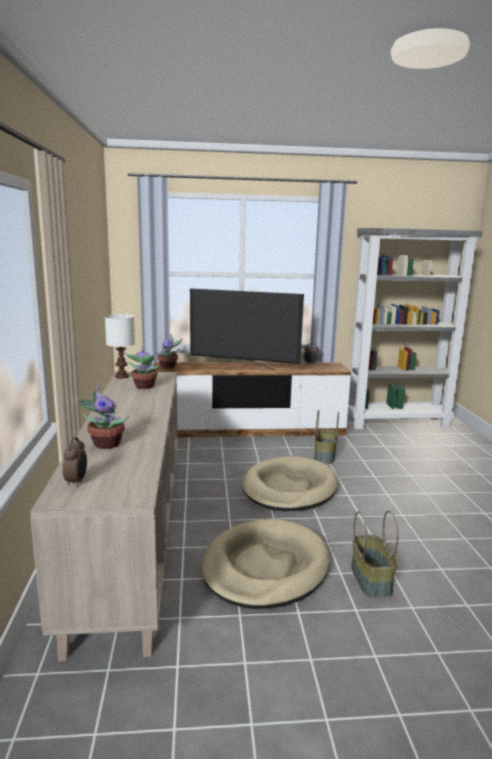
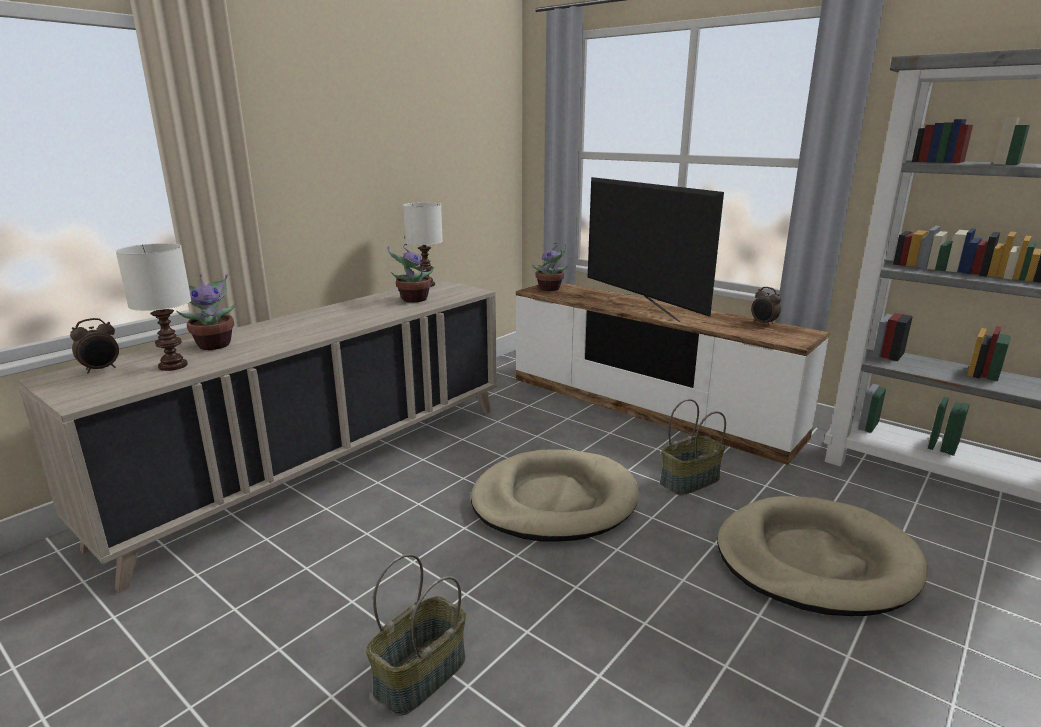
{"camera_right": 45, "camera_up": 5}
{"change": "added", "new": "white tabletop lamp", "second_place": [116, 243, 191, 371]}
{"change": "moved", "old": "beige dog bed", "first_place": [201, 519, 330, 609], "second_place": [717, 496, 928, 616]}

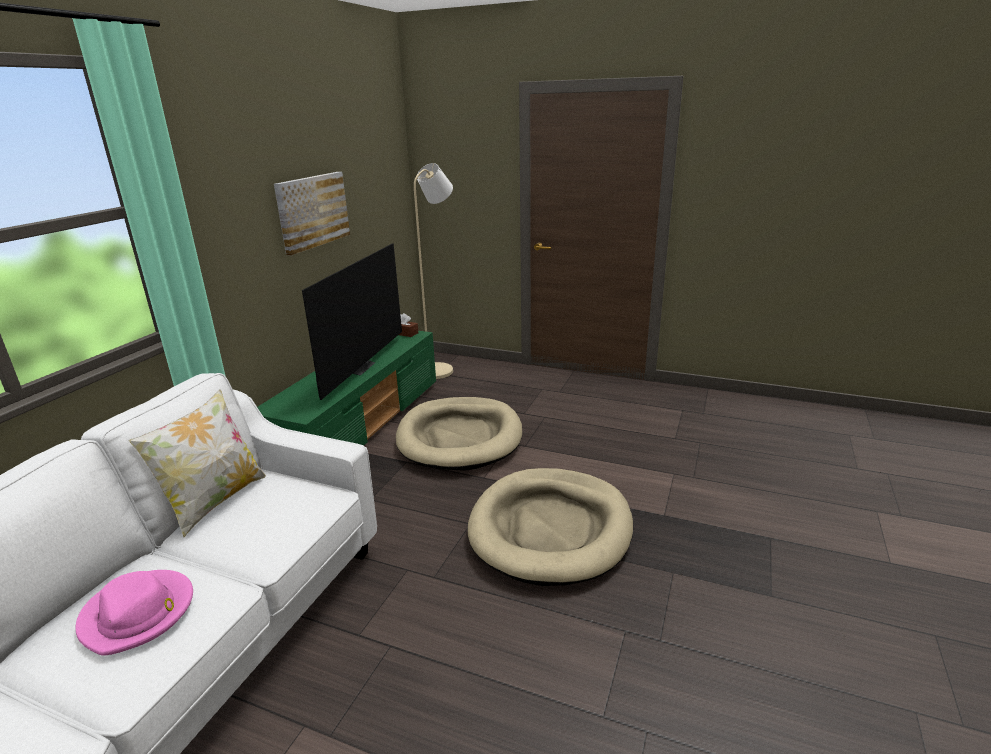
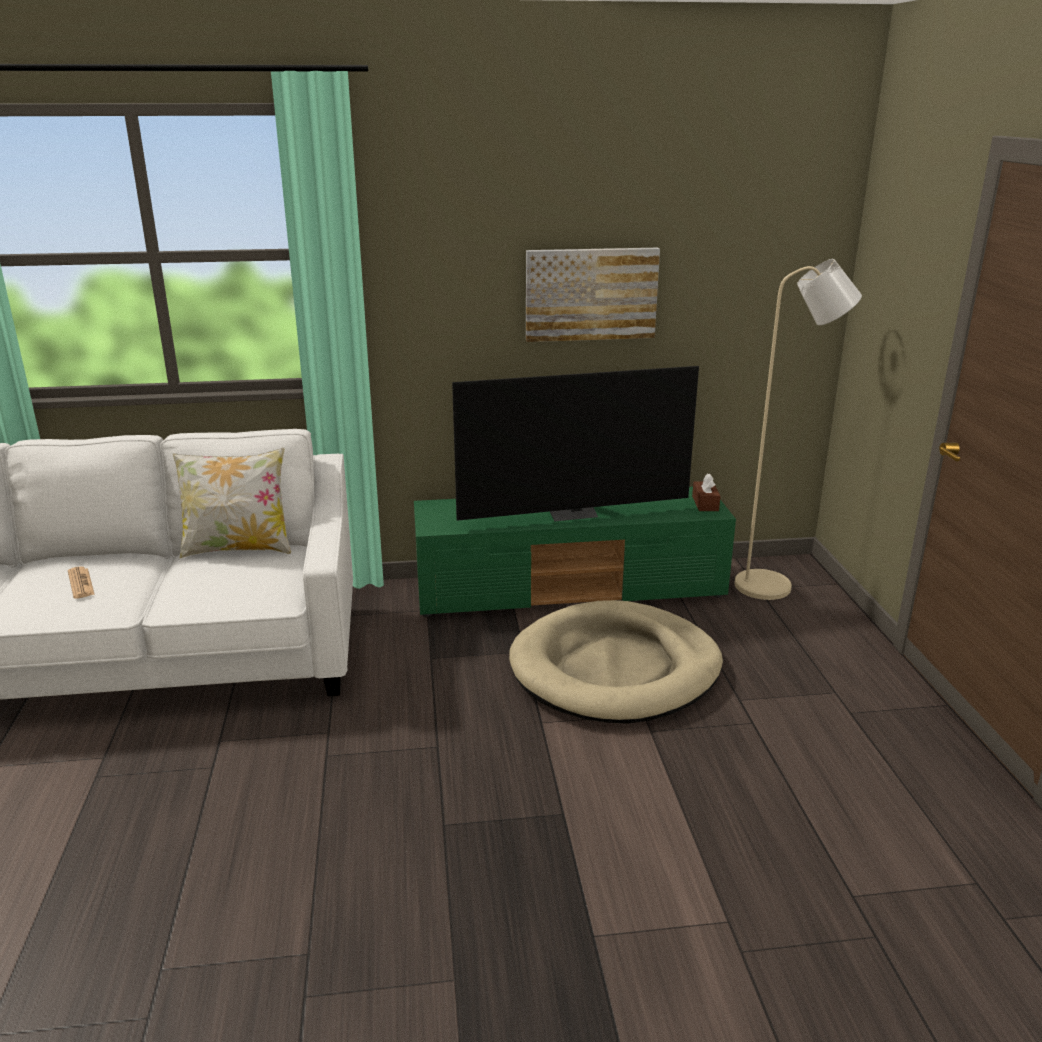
{"camera_right": 60, "camera_up": 0}
{"change": "replaced", "old": "pink-coloured hat", "new": "daily paper", "first_place": [75, 570, 193, 656], "second_place": [68, 566, 95, 599]}
{"change": "removed", "old": "beige dog bed", "first_place": [468, 468, 633, 586]}

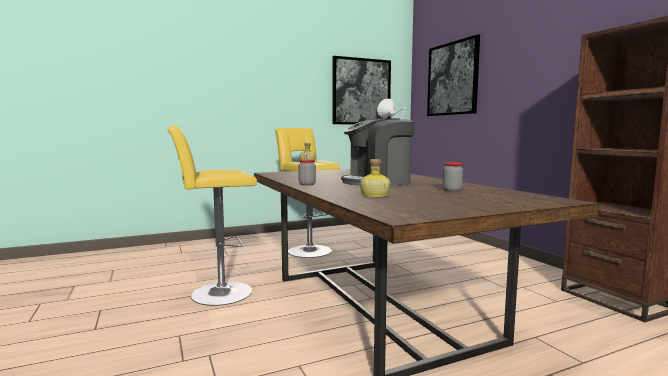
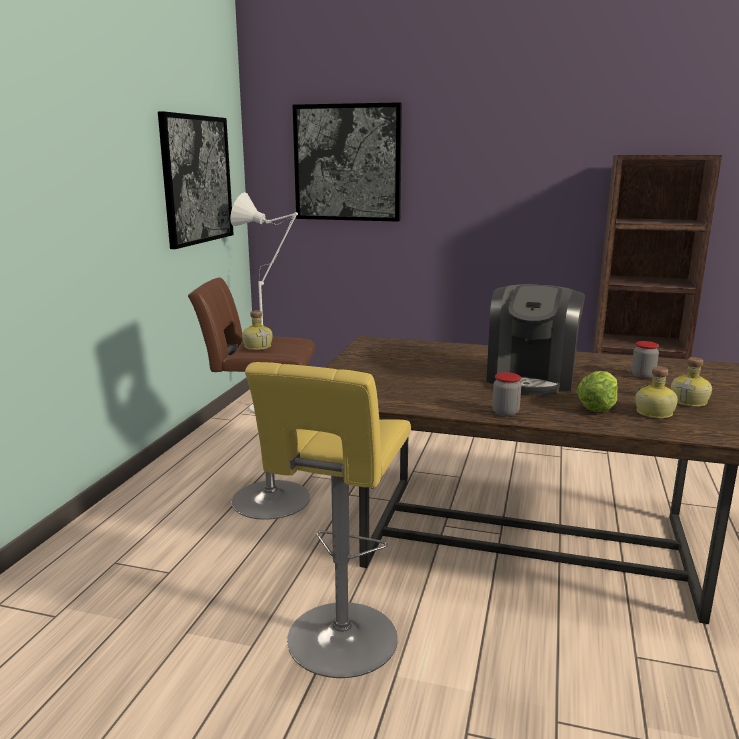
{"camera_right": -50, "camera_up": 10}
{"change": "recoloured", "old": "yellowish stool seat", "new": "brown-coloured stool seat", "first_place": [275, 128, 340, 258], "second_place": [188, 277, 315, 520]}
{"change": "added", "new": "lettuce head", "second_place": [576, 371, 618, 412]}
{"change": "added", "new": "bottle", "second_place": [671, 357, 712, 407]}

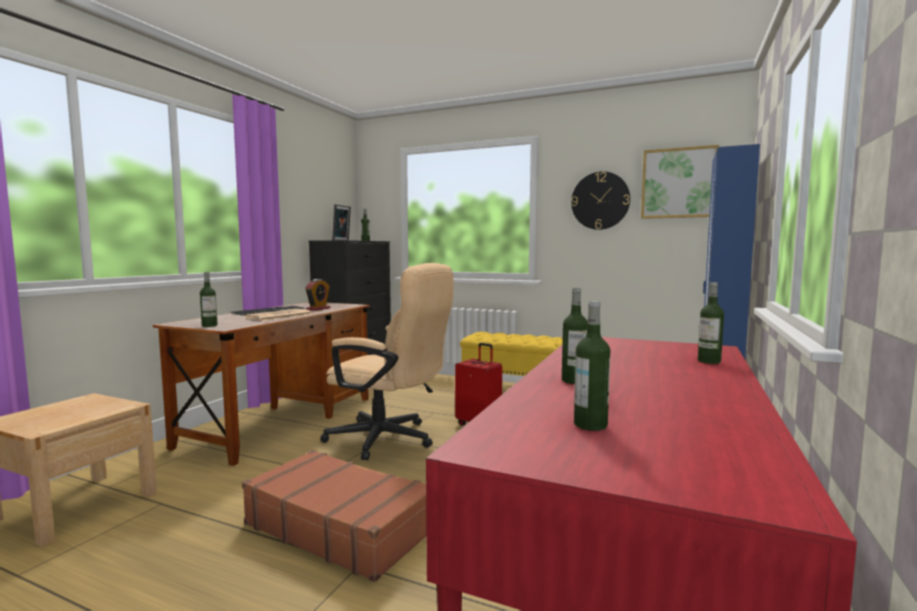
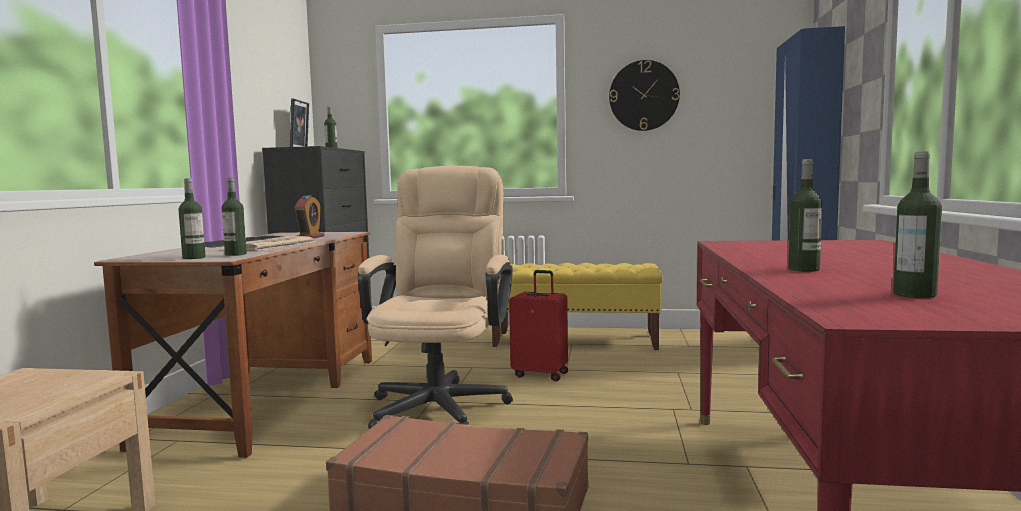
{"camera_right": -15, "camera_up": 0}
{"change": "moved", "old": "bottle", "first_place": [698, 282, 724, 364], "second_place": [222, 178, 247, 256]}
{"change": "turned", "old": "beige office chair", "first_place": [320, 263, 454, 460], "second_place": [357, 166, 513, 429], "degrees": -90}
{"change": "removed", "old": "wall picture", "first_place": [641, 145, 719, 219]}

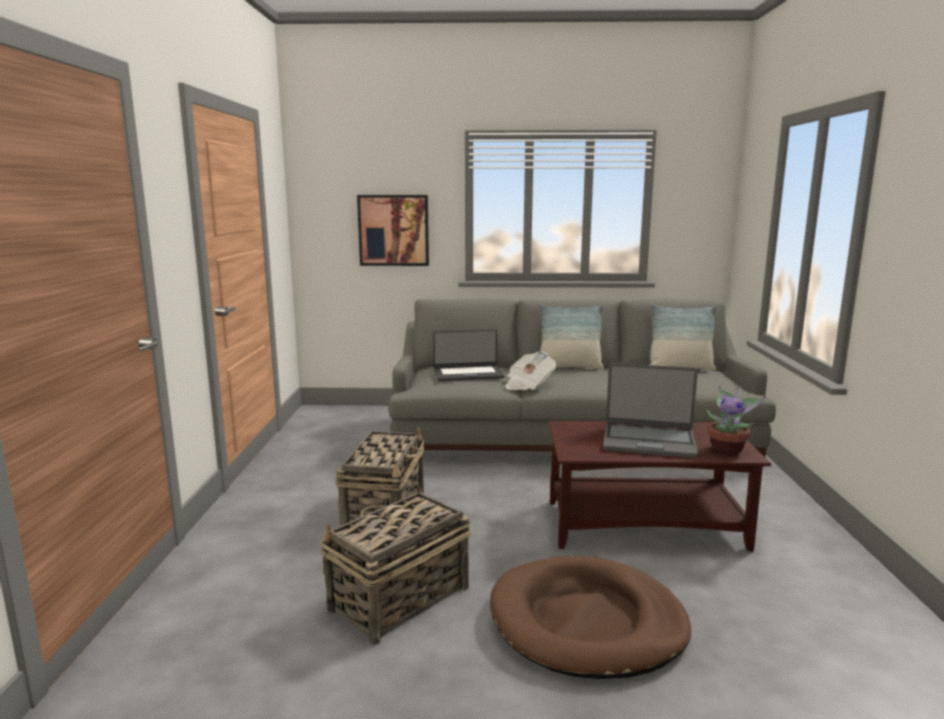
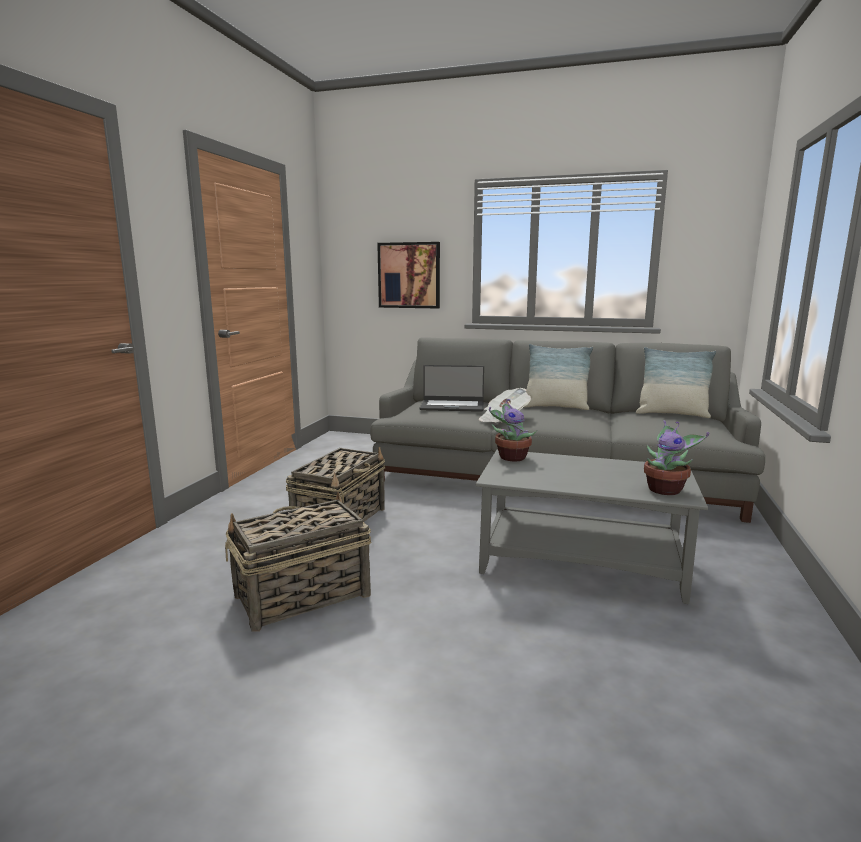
{"camera_right": 15, "camera_up": 0}
{"change": "recoloured", "old": "brown-coloured coffee table", "new": "grey coffee table", "first_place": [548, 421, 771, 552], "second_place": [476, 449, 708, 604]}
{"change": "added", "new": "plant in a pot", "second_place": [489, 399, 537, 462]}
{"change": "removed", "old": "brown-coloured dog bed", "first_place": [490, 556, 691, 679]}
{"change": "removed", "old": "laptop", "first_place": [603, 363, 698, 458]}

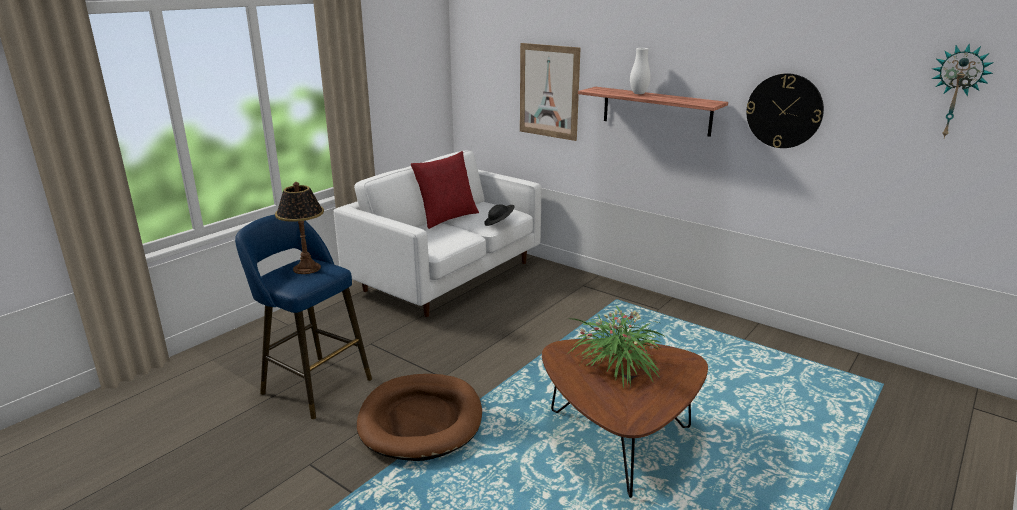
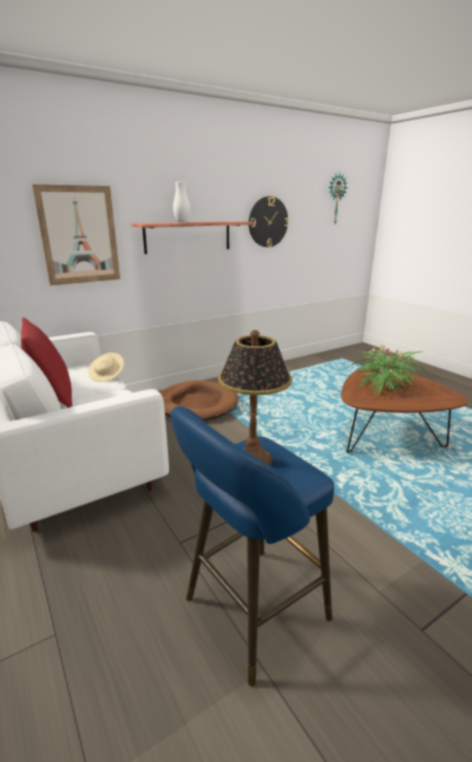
{"camera_right": -70, "camera_up": 0}
{"change": "recoloured", "old": "black hat", "new": "beige hat", "first_place": [484, 205, 515, 226], "second_place": [88, 353, 124, 382]}
{"change": "moved", "old": "brown-coloured dog bed", "first_place": [357, 374, 482, 461], "second_place": [159, 380, 238, 421]}

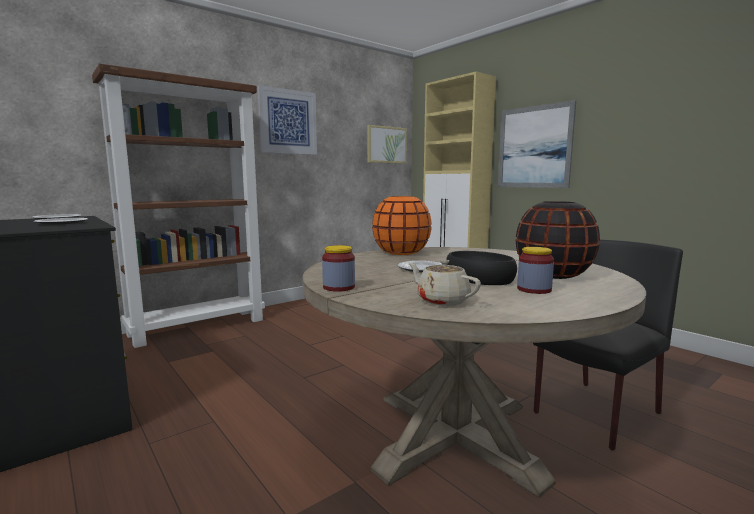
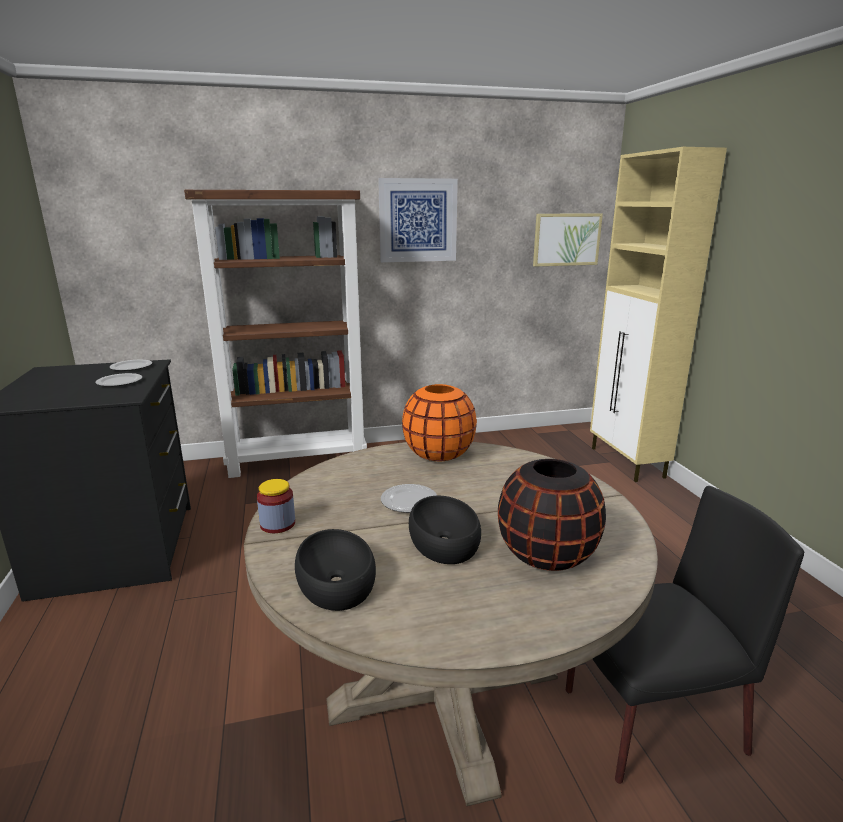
{"camera_right": 25, "camera_up": 10}
{"change": "replaced", "old": "beige pot for tea", "new": "black serving bowl", "first_place": [408, 260, 481, 306], "second_place": [295, 529, 376, 611]}
{"change": "removed", "old": "wall picture", "first_place": [498, 100, 576, 188]}
{"change": "removed", "old": "storage jar", "first_place": [517, 247, 554, 294]}

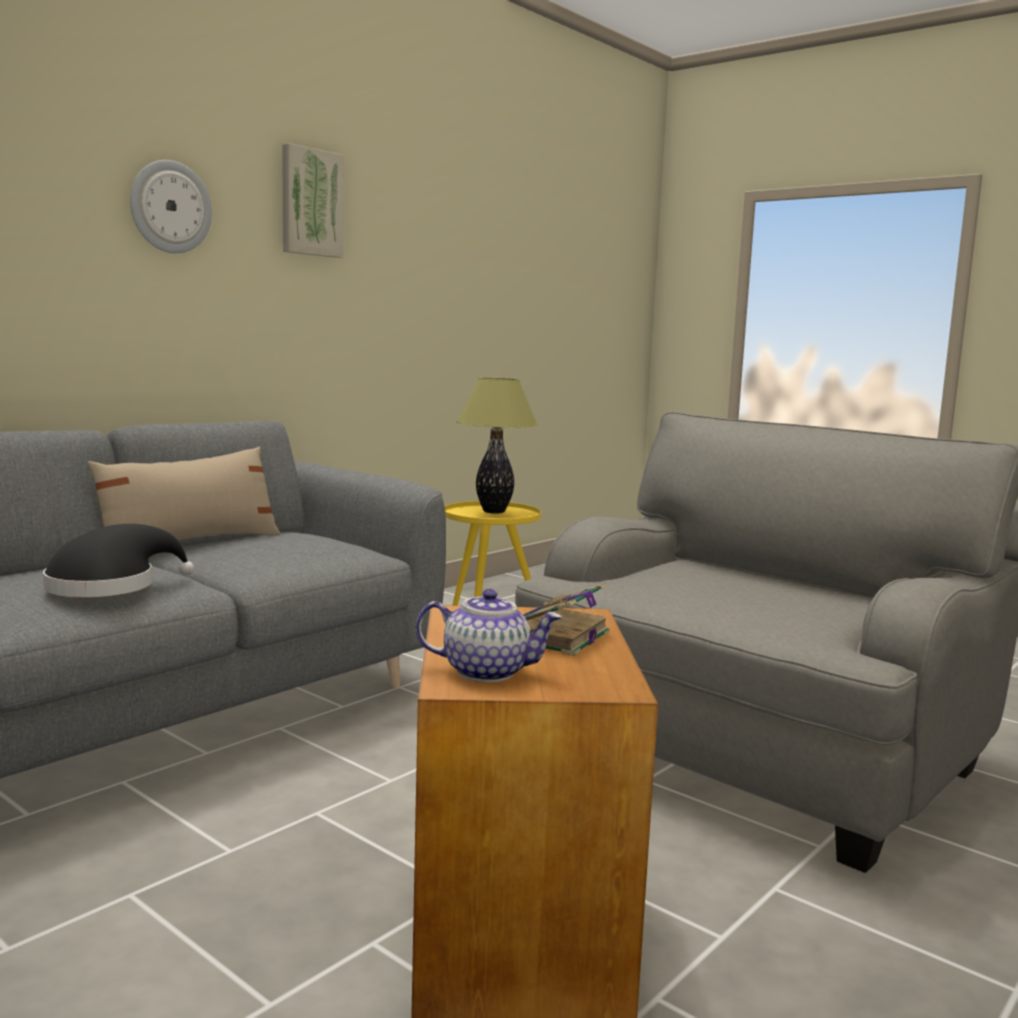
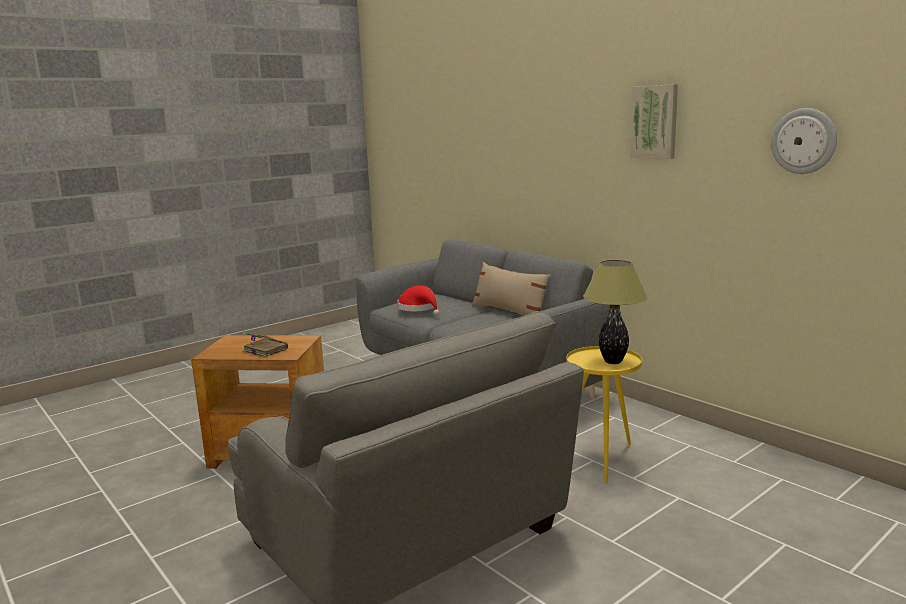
{"camera_right": 100, "camera_up": 5}
{"change": "recoloured", "old": "black hat", "new": "red hat", "first_place": [43, 524, 194, 597], "second_place": [398, 285, 440, 316]}
{"change": "moved", "old": "clock on the wall", "first_place": [130, 160, 212, 253], "second_place": [771, 108, 837, 174]}
{"change": "removed", "old": "pot for tea", "first_place": [416, 589, 562, 682]}

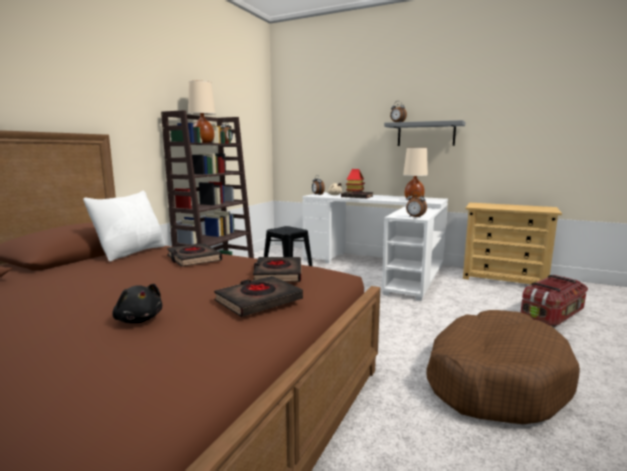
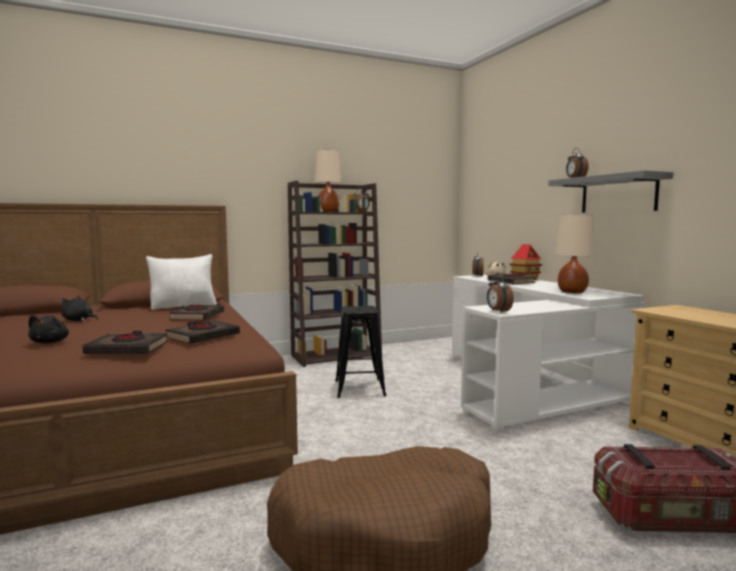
{"camera_right": 40, "camera_up": -5}
{"change": "added", "new": "black soft toy", "second_place": [61, 295, 98, 321]}

